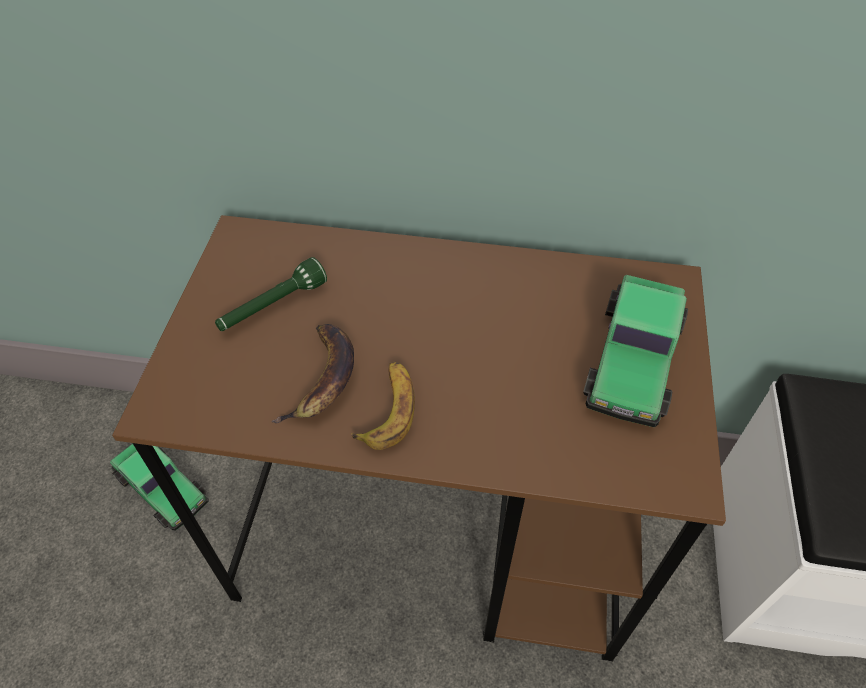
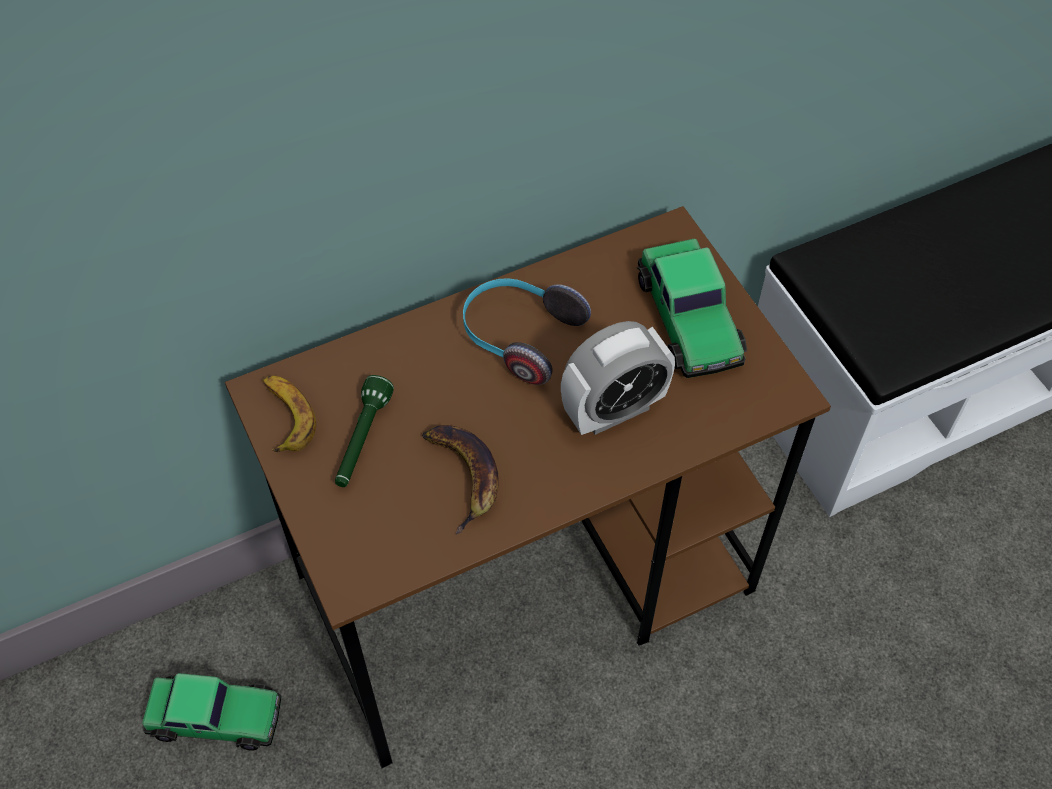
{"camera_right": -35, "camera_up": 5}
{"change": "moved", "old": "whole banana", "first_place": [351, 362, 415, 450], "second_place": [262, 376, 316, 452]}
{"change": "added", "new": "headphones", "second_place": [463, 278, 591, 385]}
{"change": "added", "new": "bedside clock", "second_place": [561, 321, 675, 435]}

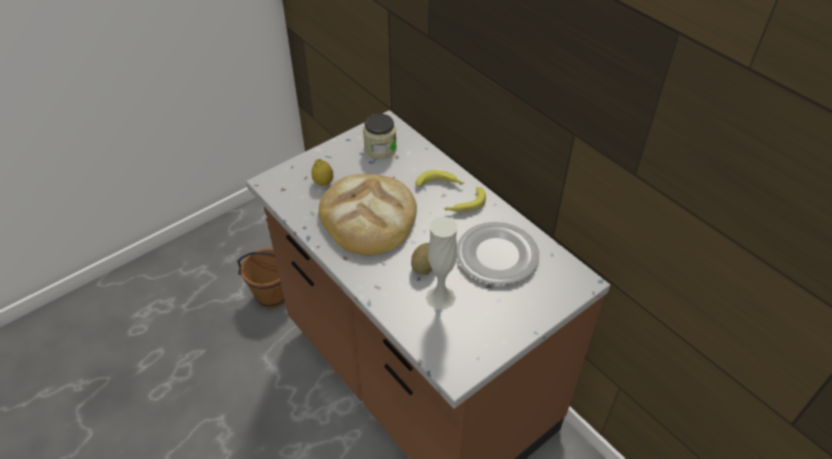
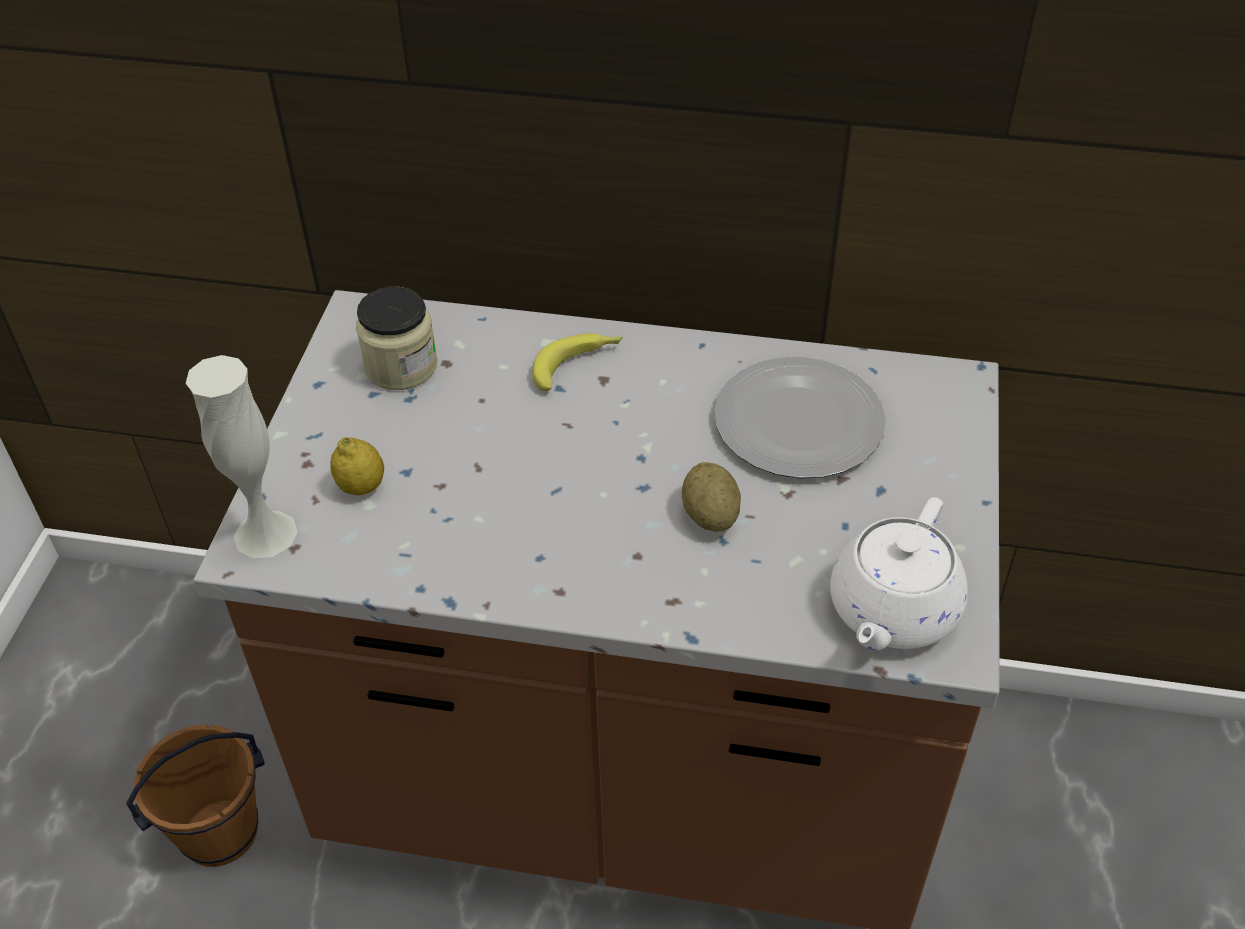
{"camera_right": -40, "camera_up": 0}
{"change": "moved", "old": "white decorative vase", "first_place": [426, 216, 458, 310], "second_place": [186, 355, 298, 558]}
{"change": "added", "new": "white pot for tea", "second_place": [830, 497, 968, 650]}
{"change": "removed", "old": "baked bread", "first_place": [319, 174, 417, 256]}
{"change": "removed", "old": "whole banana", "first_place": [444, 187, 486, 212]}

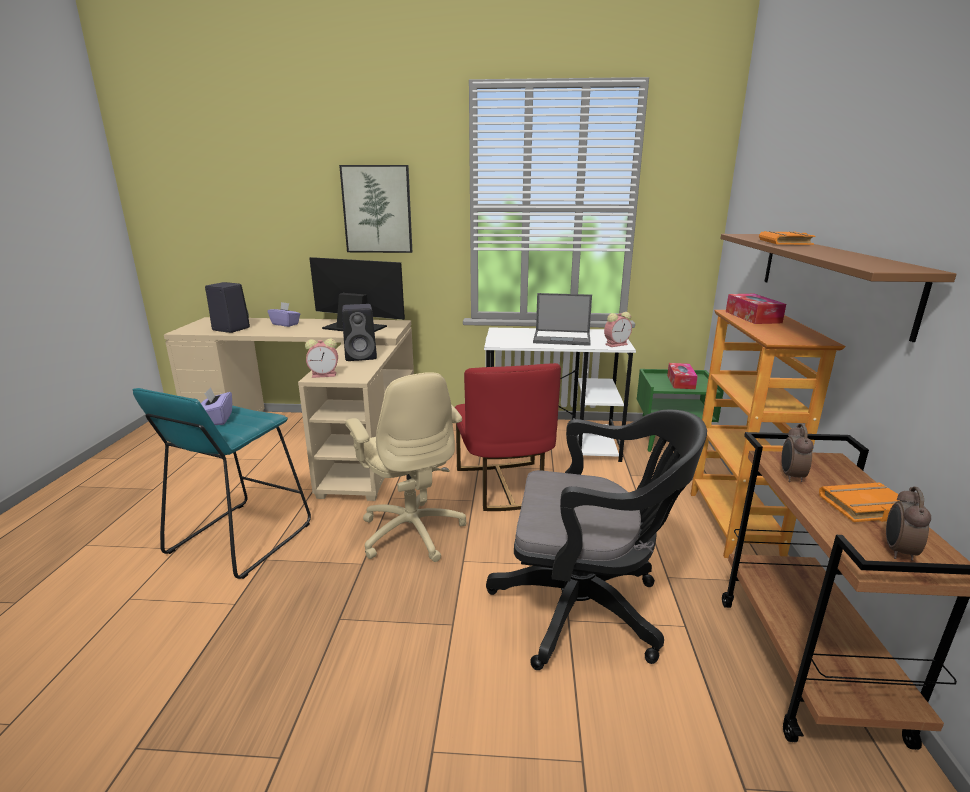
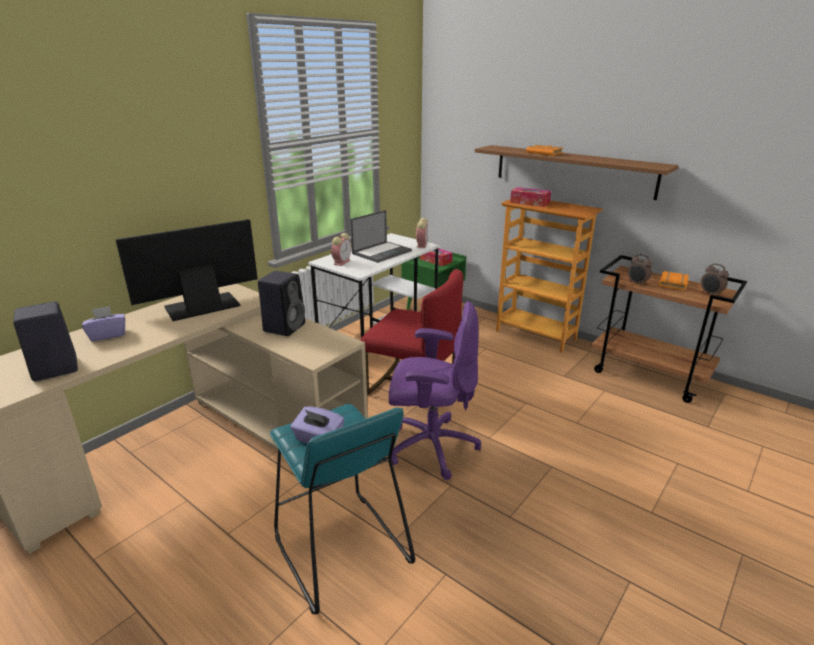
{"camera_right": -55, "camera_up": 5}
{"change": "moved", "old": "bedside clock", "first_place": [305, 339, 338, 378], "second_place": [331, 233, 351, 266]}
{"change": "recoloured", "old": "beige office chair", "new": "purplish office chair", "first_place": [345, 372, 466, 562], "second_place": [389, 301, 481, 480]}
{"change": "removed", "old": "wall picture", "first_place": [339, 165, 412, 253]}
{"change": "removed", "old": "black office chair", "first_place": [486, 410, 707, 670]}

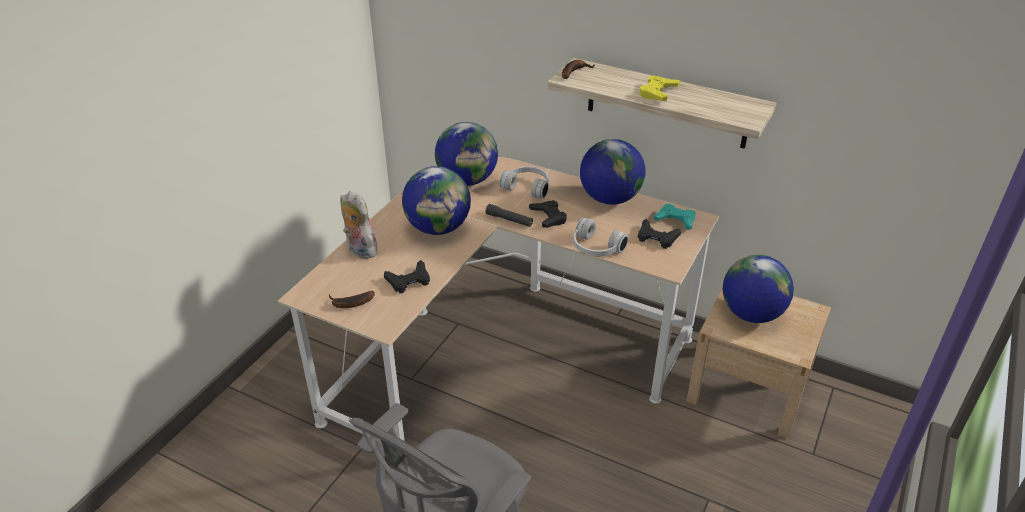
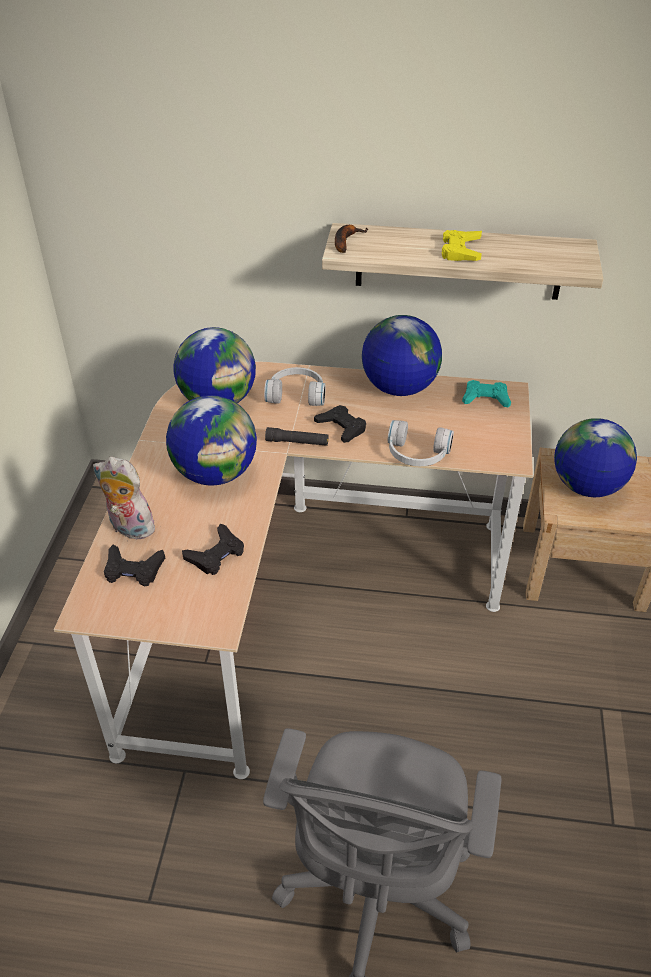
{"camera_right": -20, "camera_up": 5}
{"change": "moved", "old": "black game controller", "first_place": [638, 219, 681, 249], "second_place": [104, 545, 165, 587]}
{"change": "removed", "old": "whole banana", "first_place": [329, 291, 375, 308]}

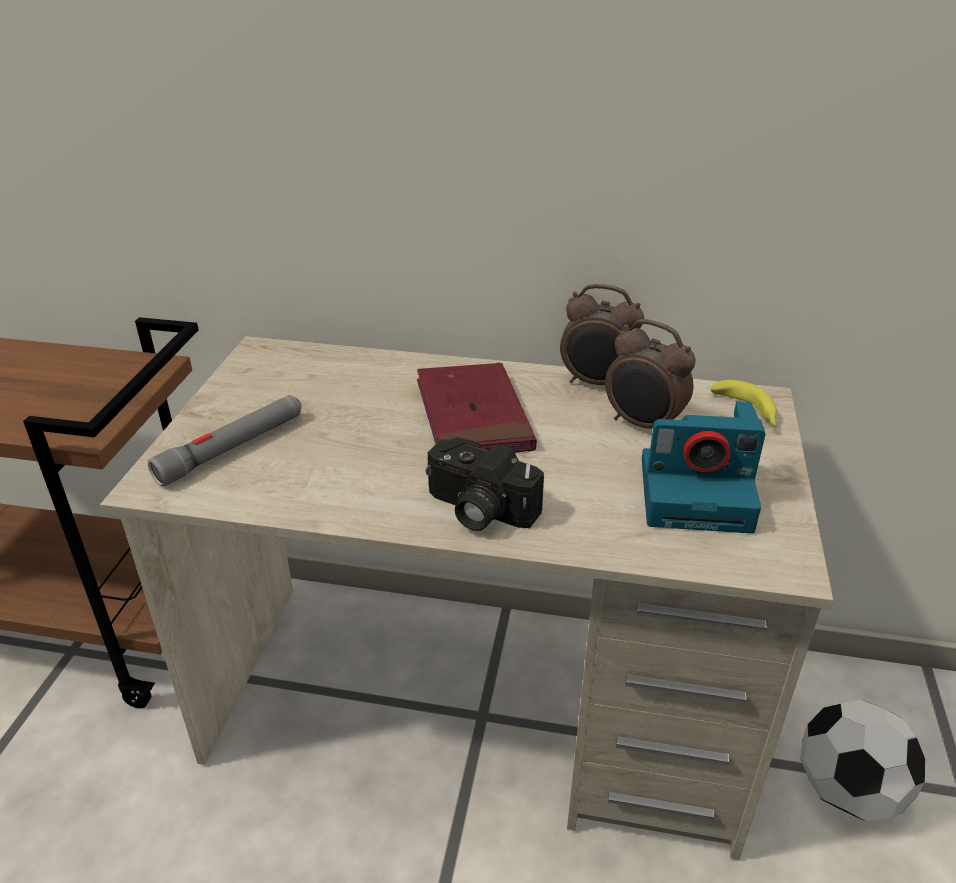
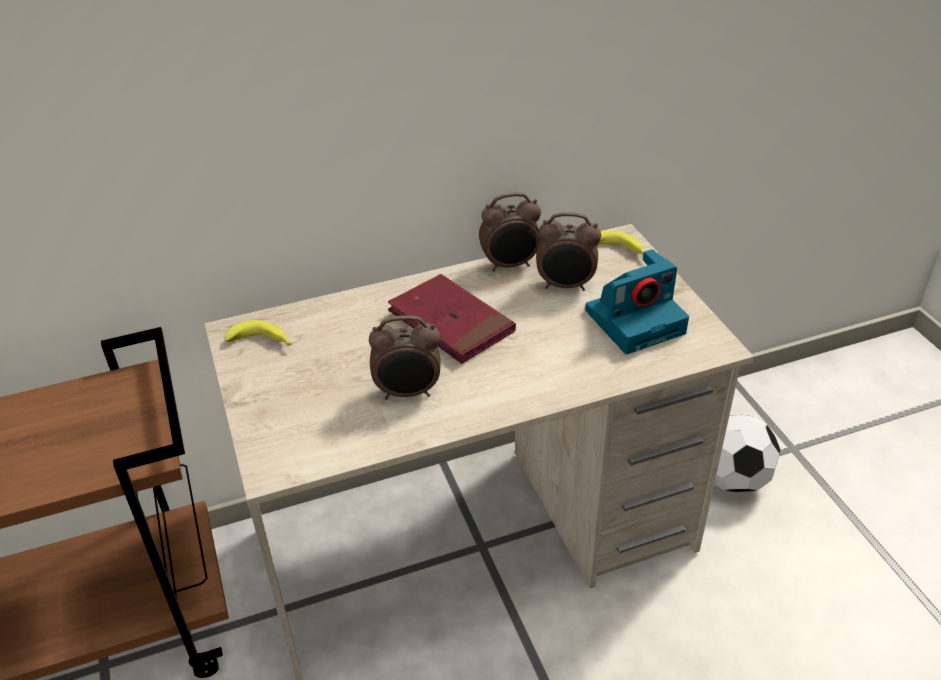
{"camera_right": -30, "camera_up": 5}
{"change": "added", "new": "whole banana", "second_place": [225, 320, 293, 346]}
{"change": "added", "new": "bedside clock", "second_place": [369, 315, 441, 400]}
{"change": "removed", "old": "grey flashlight", "first_place": [148, 395, 302, 486]}
{"change": "removed", "old": "photo camera", "first_place": [425, 437, 544, 531]}

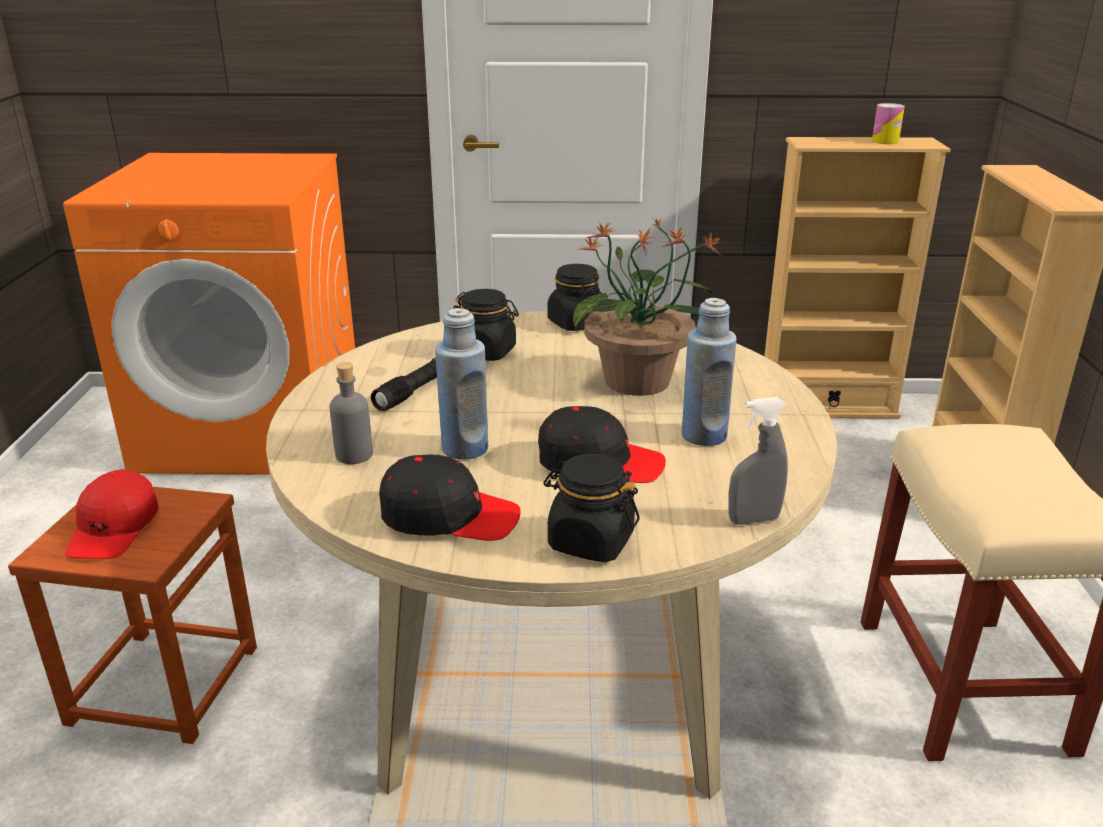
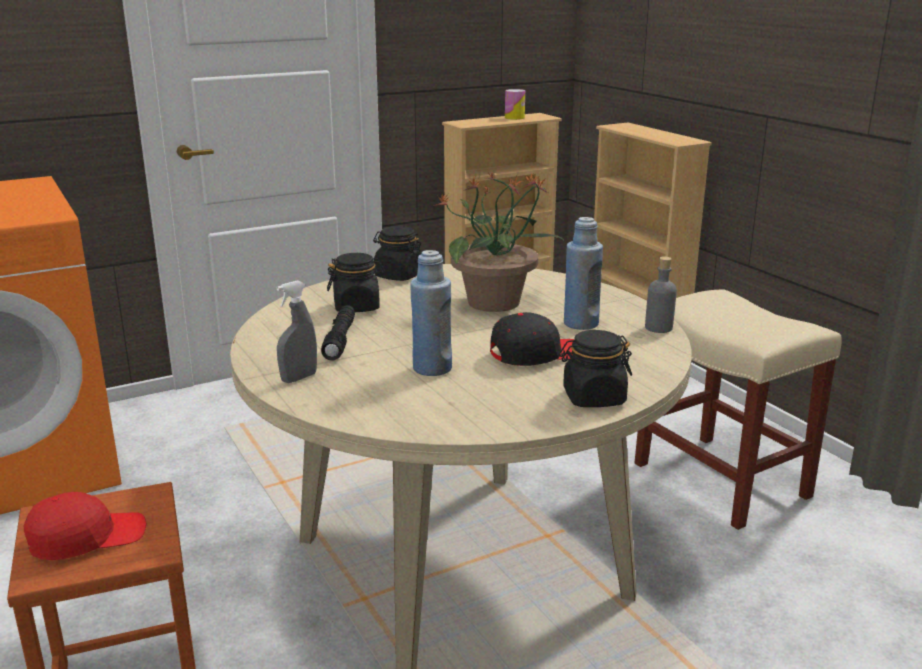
{"camera_right": -30, "camera_up": -5}
{"change": "turned", "old": "red baseball cap", "first_place": [65, 469, 159, 559], "second_place": [24, 492, 146, 560], "degrees": -90}
{"change": "moved", "old": "grey sprayer", "first_place": [728, 397, 788, 525], "second_place": [277, 280, 317, 383]}
{"change": "moved", "old": "grey bottle", "first_place": [329, 362, 373, 464], "second_place": [645, 256, 677, 333]}
{"change": "removed", "old": "black baseball cap", "first_place": [379, 455, 521, 541]}

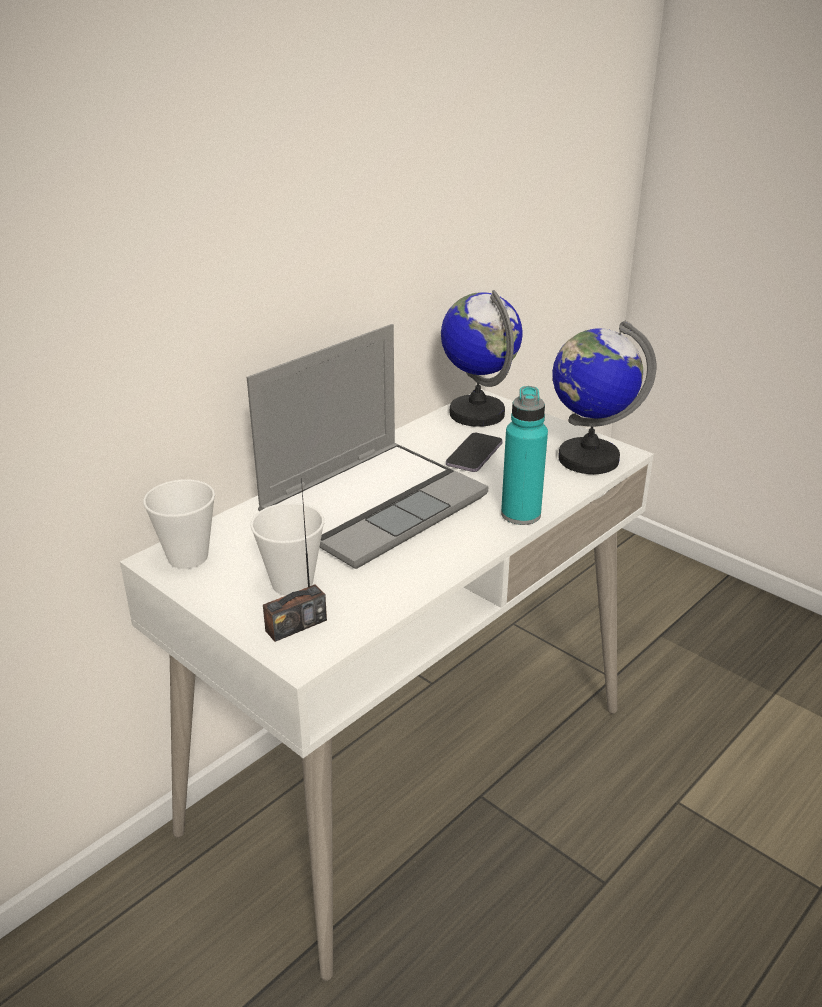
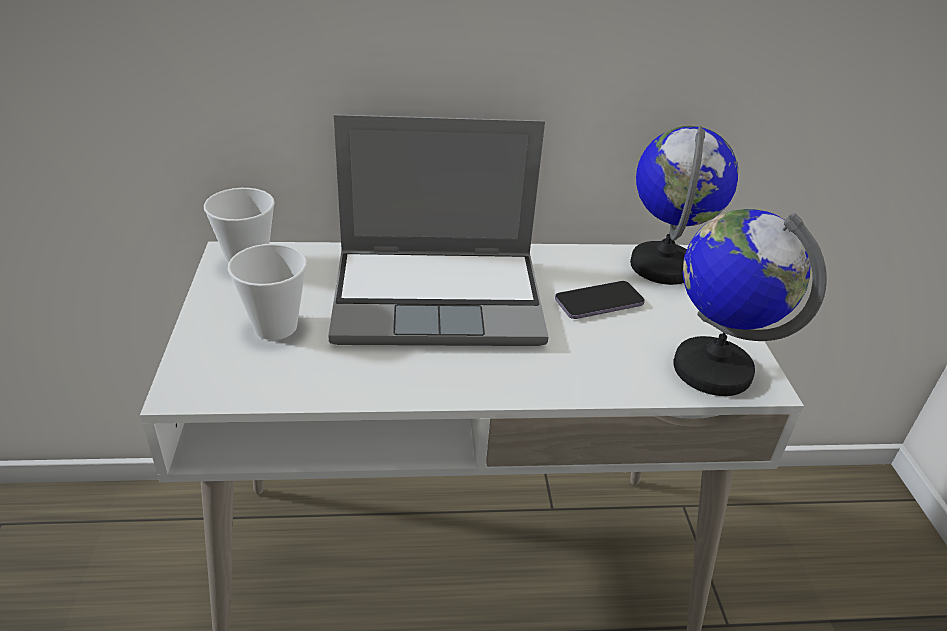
{"camera_right": 40, "camera_up": 5}
{"change": "removed", "old": "radio", "first_place": [263, 478, 327, 642]}
{"change": "removed", "old": "turquoise-coloured bottle", "first_place": [501, 386, 548, 525]}

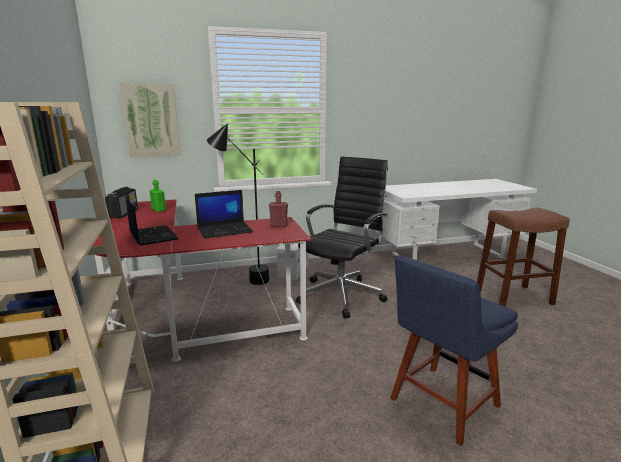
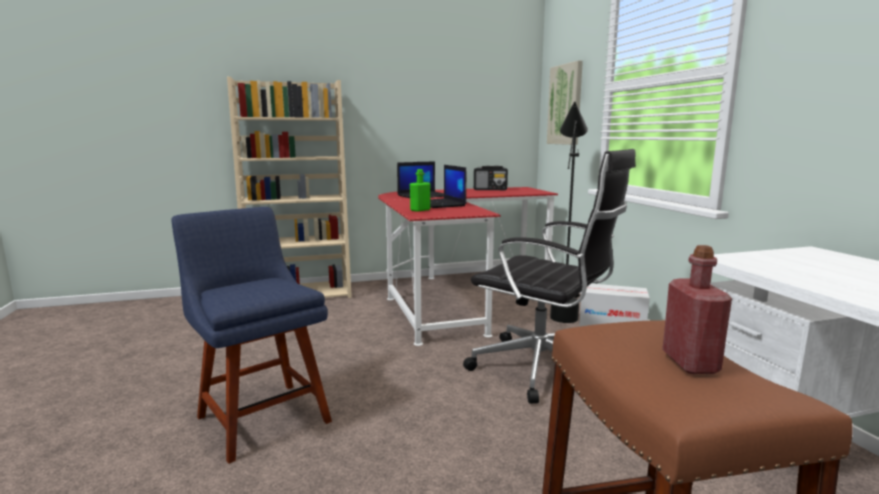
{"camera_right": 90, "camera_up": -5}
{"change": "moved", "old": "greenish bottle", "first_place": [150, 180, 166, 212], "second_place": [410, 169, 430, 212]}
{"change": "moved", "old": "red bottle", "first_place": [269, 191, 288, 227], "second_place": [662, 245, 732, 374]}

